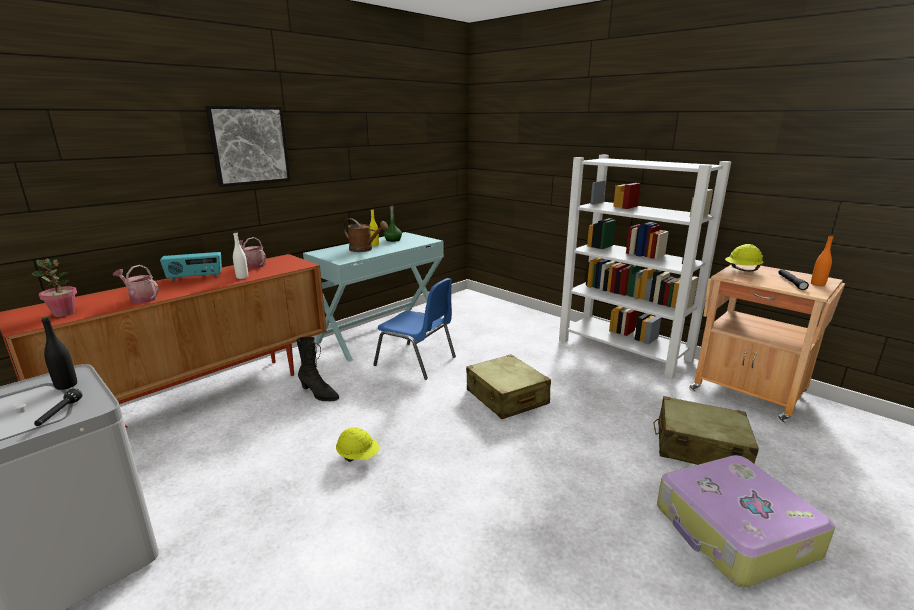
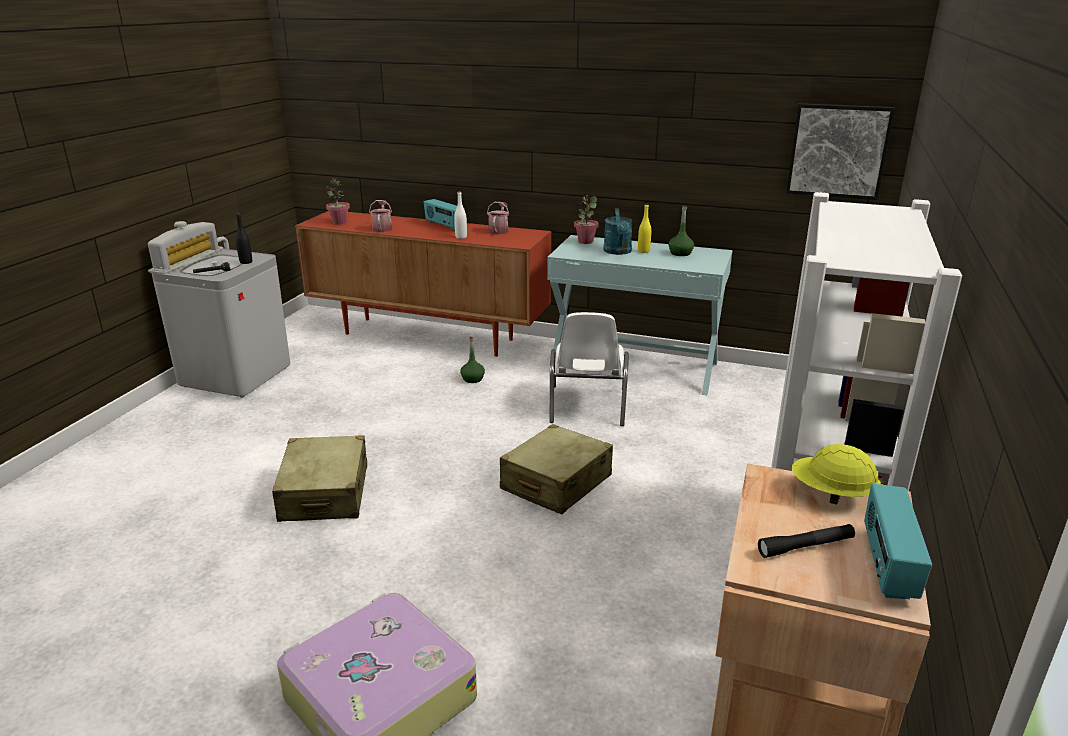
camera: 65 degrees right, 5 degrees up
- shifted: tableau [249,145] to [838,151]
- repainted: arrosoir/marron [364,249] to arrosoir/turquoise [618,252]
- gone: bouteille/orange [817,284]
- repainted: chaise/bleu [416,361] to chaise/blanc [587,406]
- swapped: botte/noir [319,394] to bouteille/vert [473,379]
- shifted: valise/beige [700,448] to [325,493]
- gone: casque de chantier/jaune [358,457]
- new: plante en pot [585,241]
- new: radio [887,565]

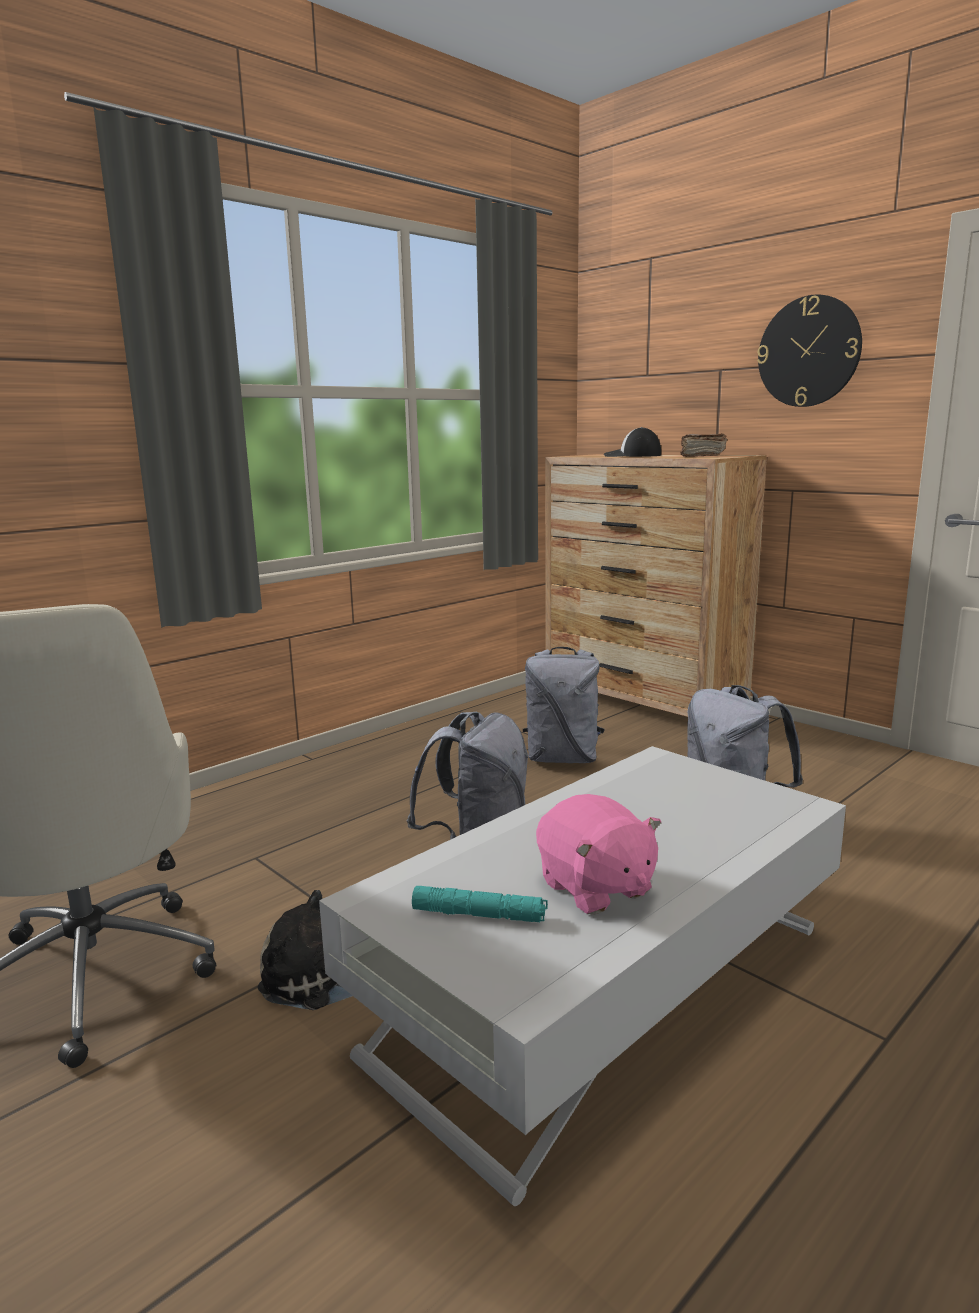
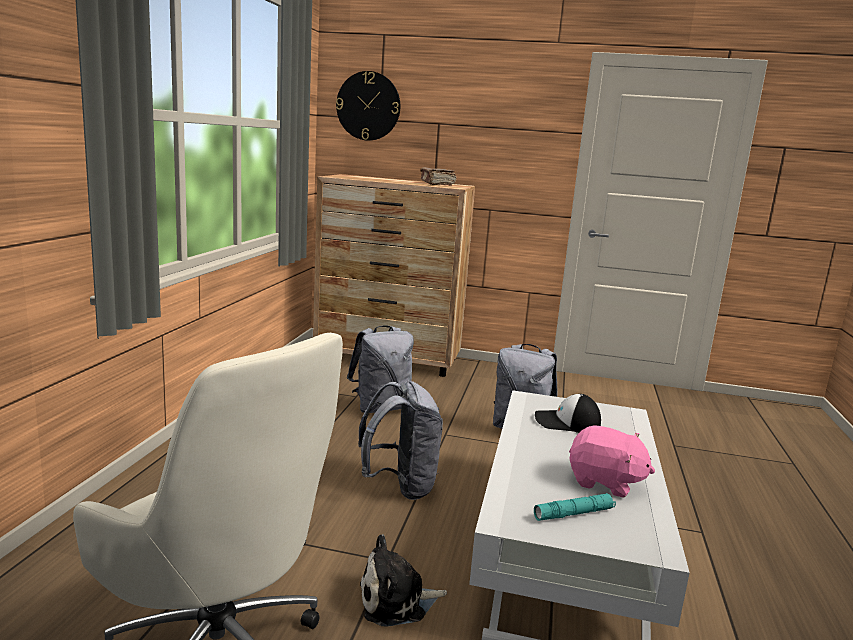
camera: 35 degrees left, 0 degrees up
- shifted: horloge murale [809,351] to [368,106]
- shifted: casquette [632,456] to [566,422]

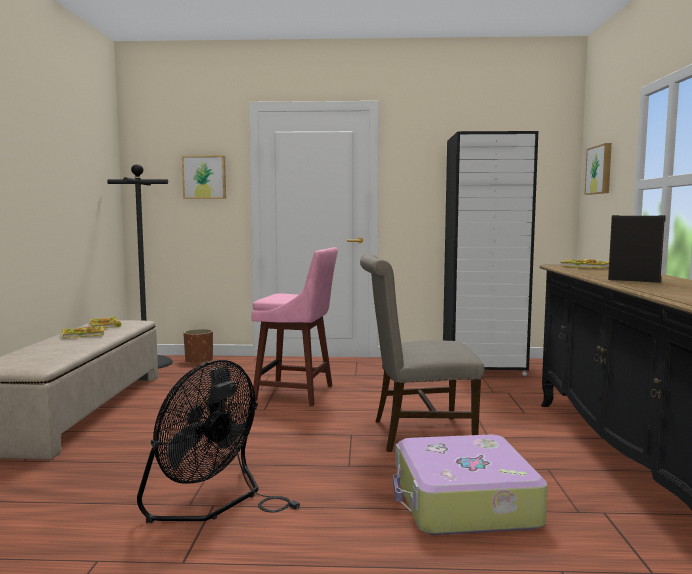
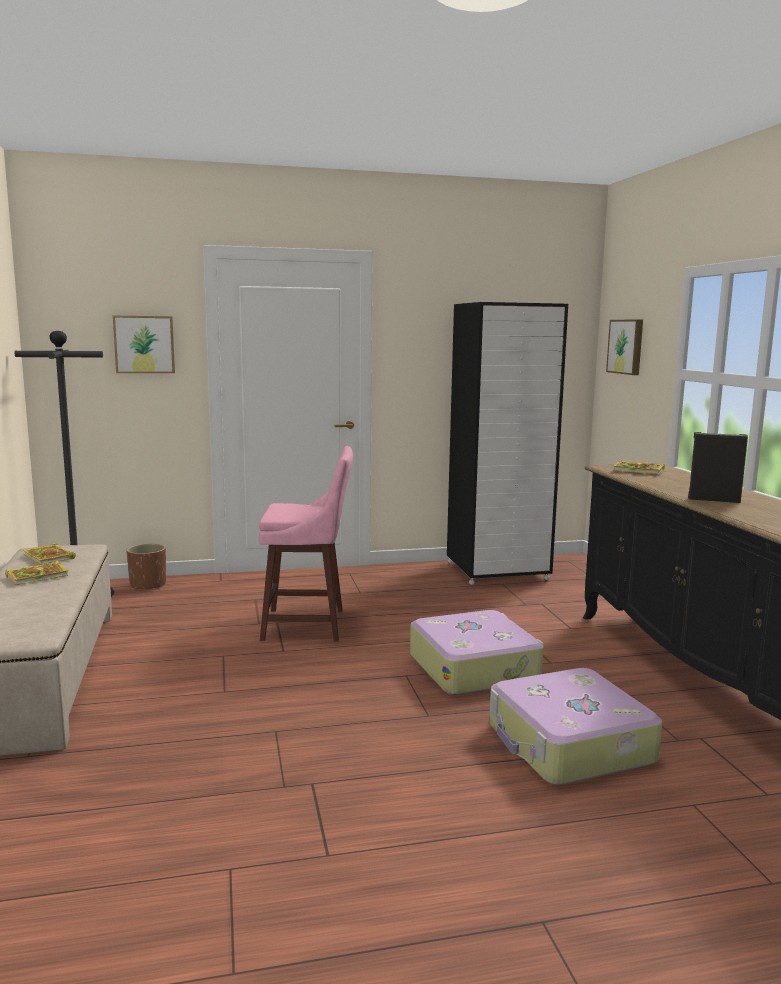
camera: 15 degrees left, 5 degrees up
- swapped: chaise/beige [415,434] to valise [474,667]
- gone: ventilateur/noir [223,499]

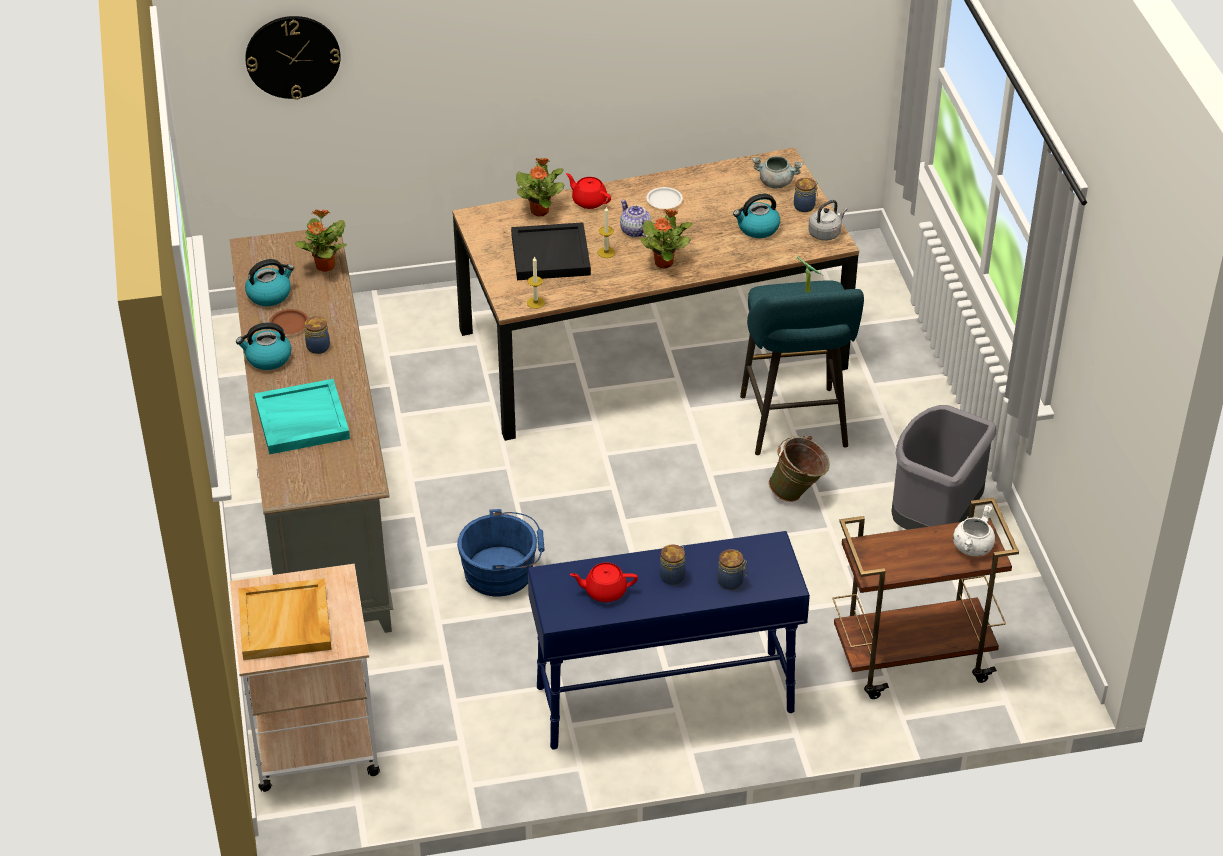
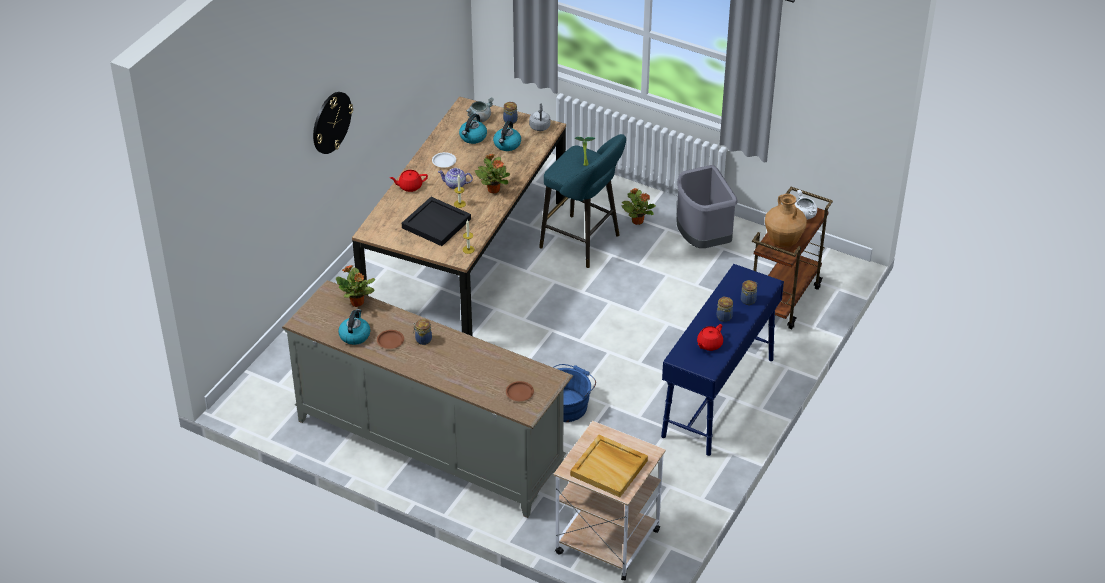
camera: 50 degrees left, 0 degrees up
- shifted: horloge murale [292,56] to [331,122]
- shifted: plante en pot [540,211] to [637,221]
- shifted: bouilloire [267,358] to [473,137]
- gone: plateau/turquoise [301,420]
- gone: seau/vert [798,494]
- new: vase/marron [783,242]
- new: assiette/marron [519,393]

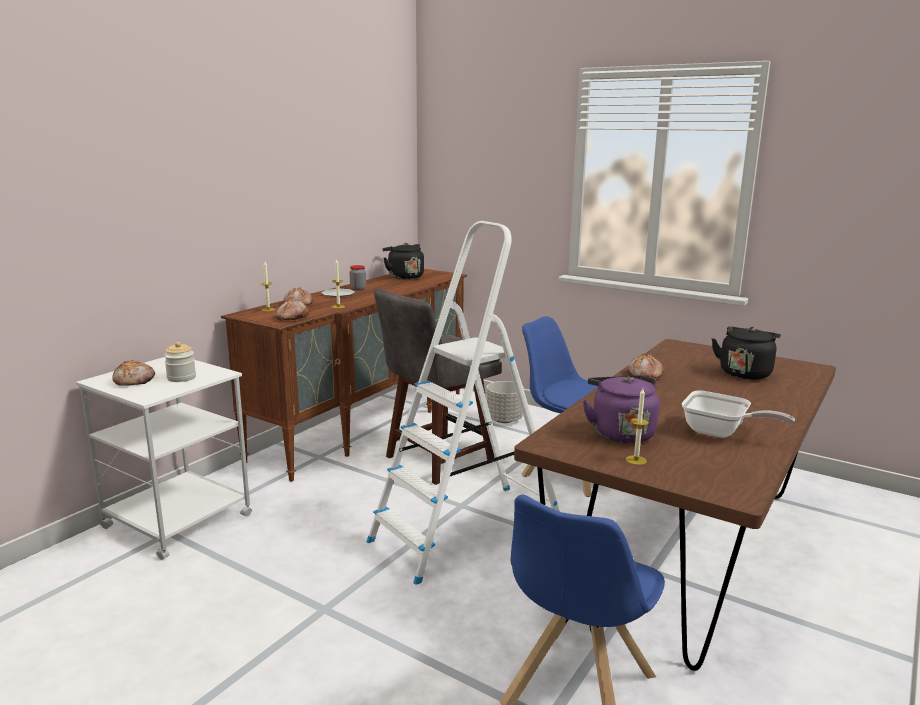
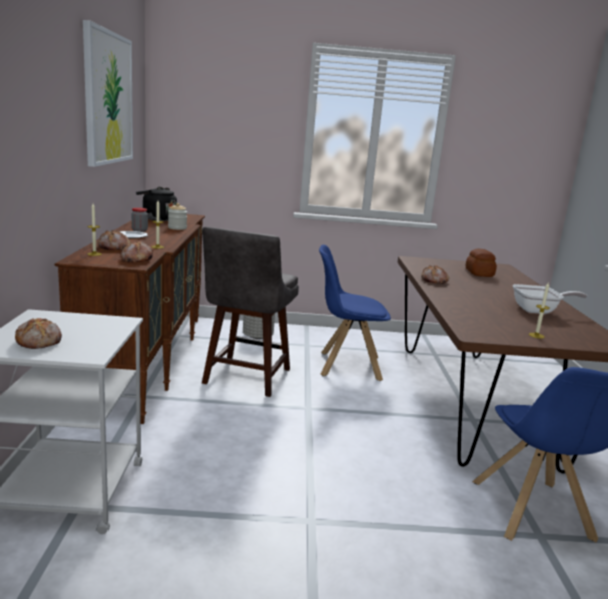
camera: 35 degrees left, 0 degrees up
- gone: escabeau/blanc [466,531]
- swapped: bouilloire/noir [745,373] to pain [479,273]
- shifted: bocal [181,378] to [177,228]
- gone: bouilloire/violet [620,433]
- new: tableau [108,98]

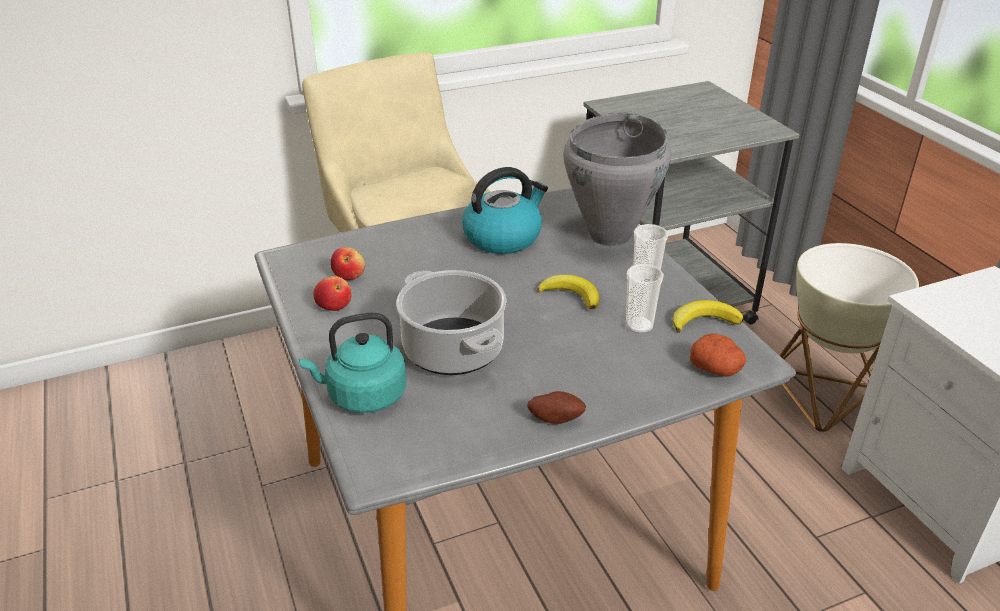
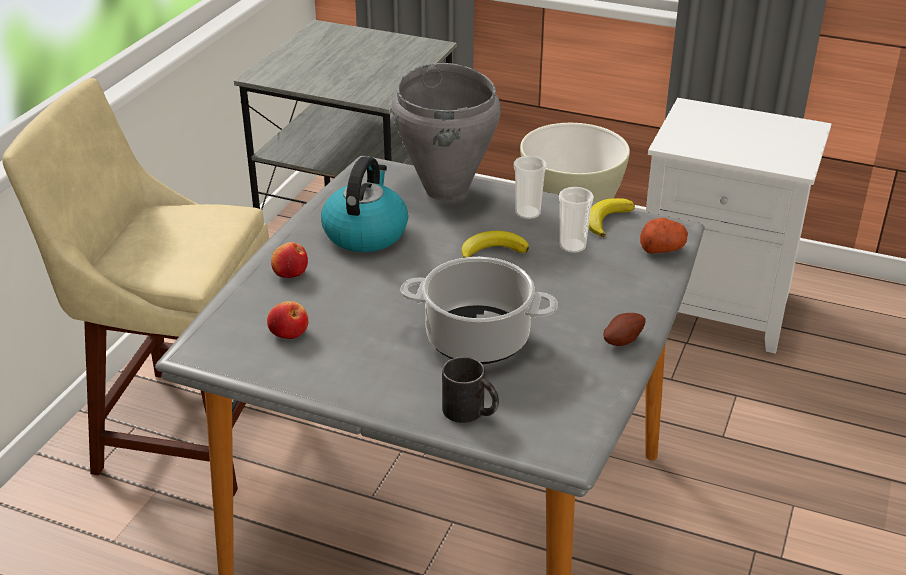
camera: 45 degrees left, 0 degrees up
- shifted: pomme [334,305] to [290,273]
- swapped: bouilloire/turquoise [363,396] to mug/noir [471,412]

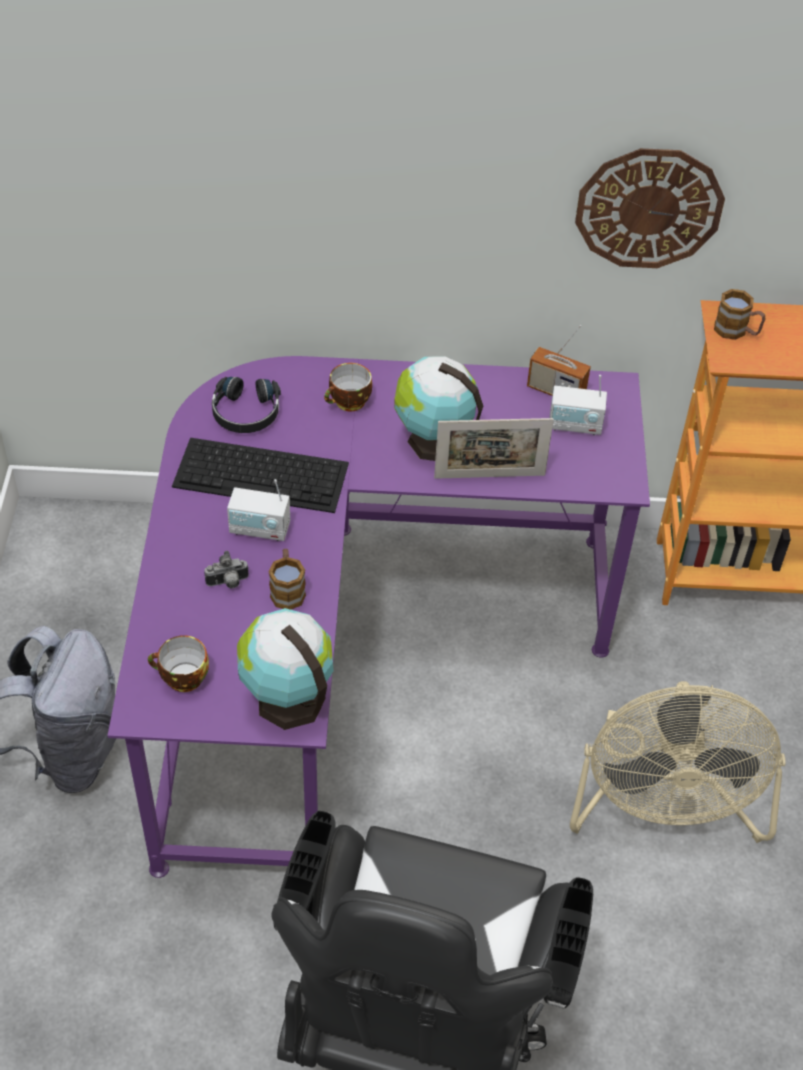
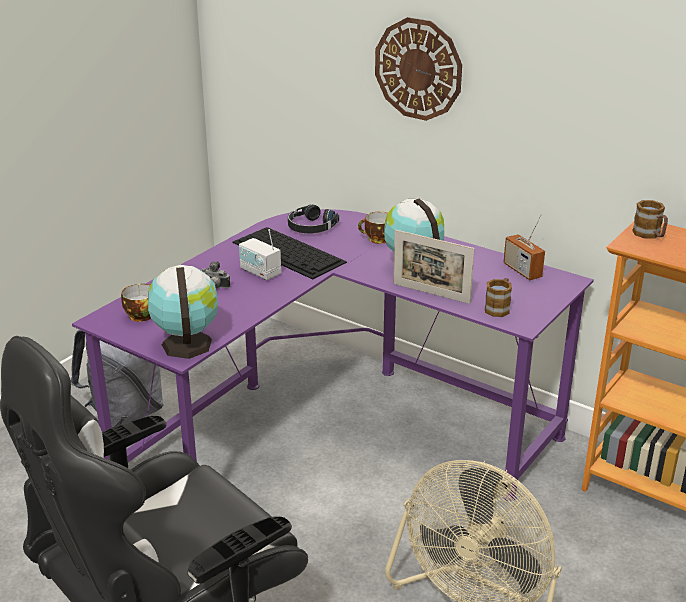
camera: 35 degrees right, 20 degrees down
- shifted: horloge murale [649,208] to [418,69]
- gone: radio [575,425]
- shifted: mug [287,589] to [499,308]

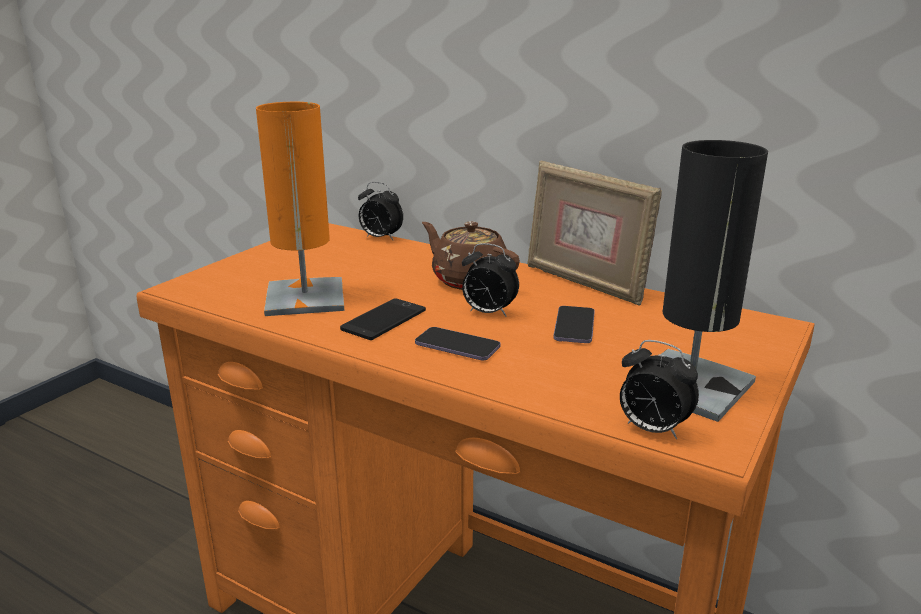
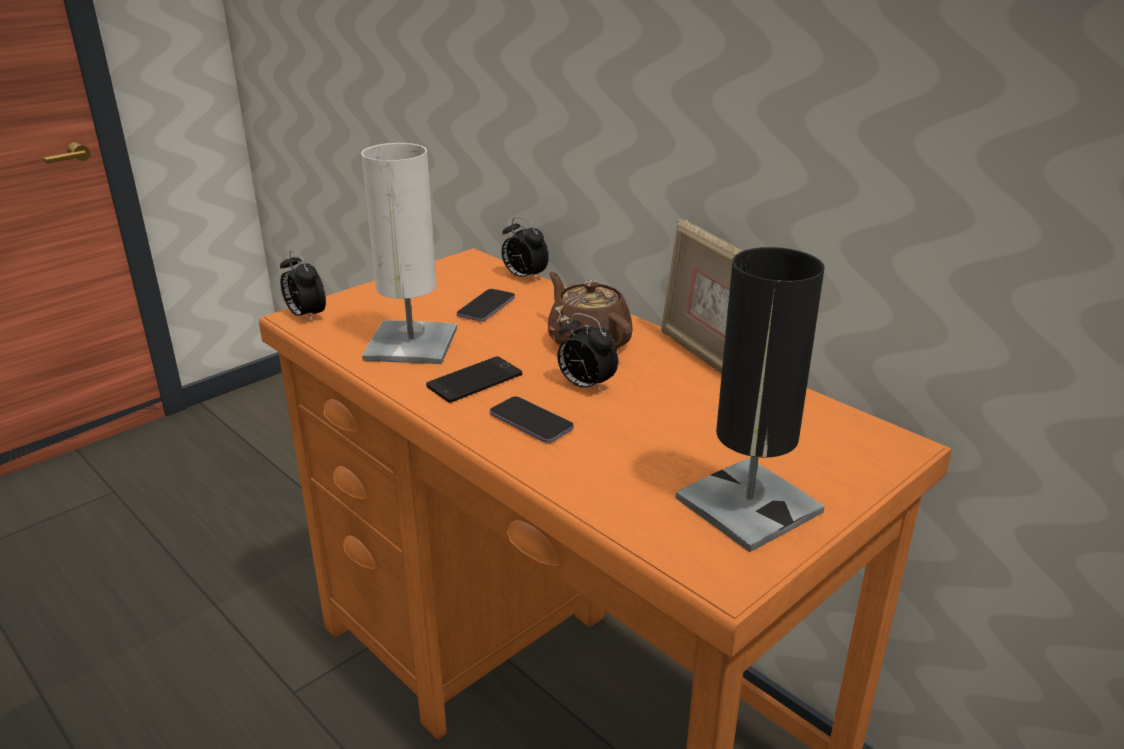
camera: 15 degrees right, 5 degrees up
- repainted: lampe de table/orange [305,298] to lampe de table/blanc [411,344]
- shifted: téléphone [574,327] to [486,307]
- shifted: réveil [651,429] to [305,316]

